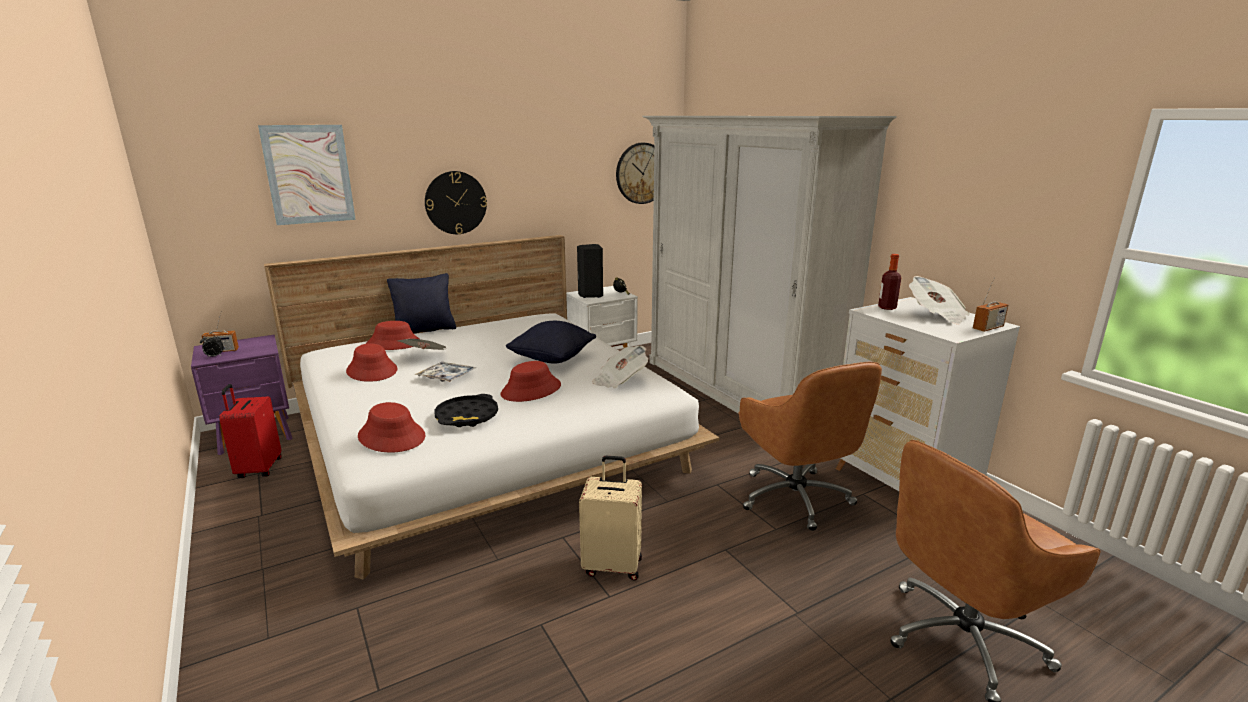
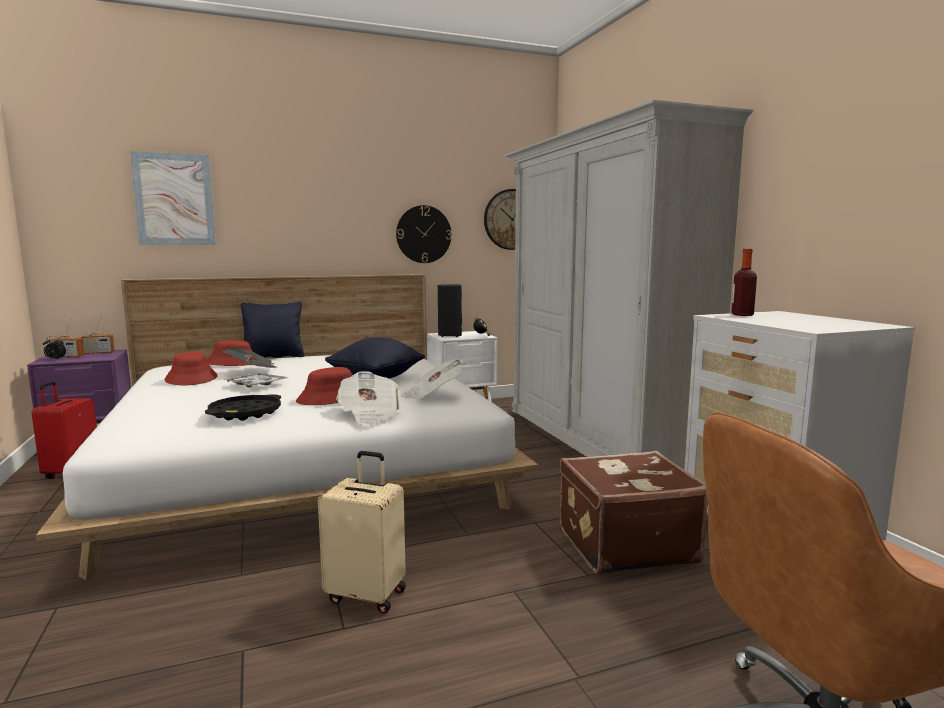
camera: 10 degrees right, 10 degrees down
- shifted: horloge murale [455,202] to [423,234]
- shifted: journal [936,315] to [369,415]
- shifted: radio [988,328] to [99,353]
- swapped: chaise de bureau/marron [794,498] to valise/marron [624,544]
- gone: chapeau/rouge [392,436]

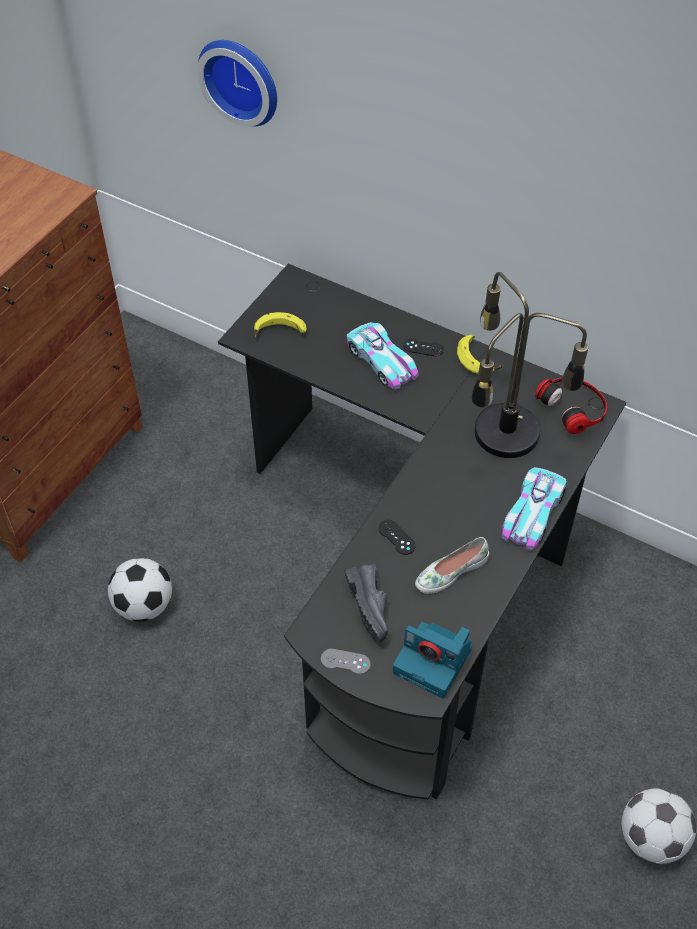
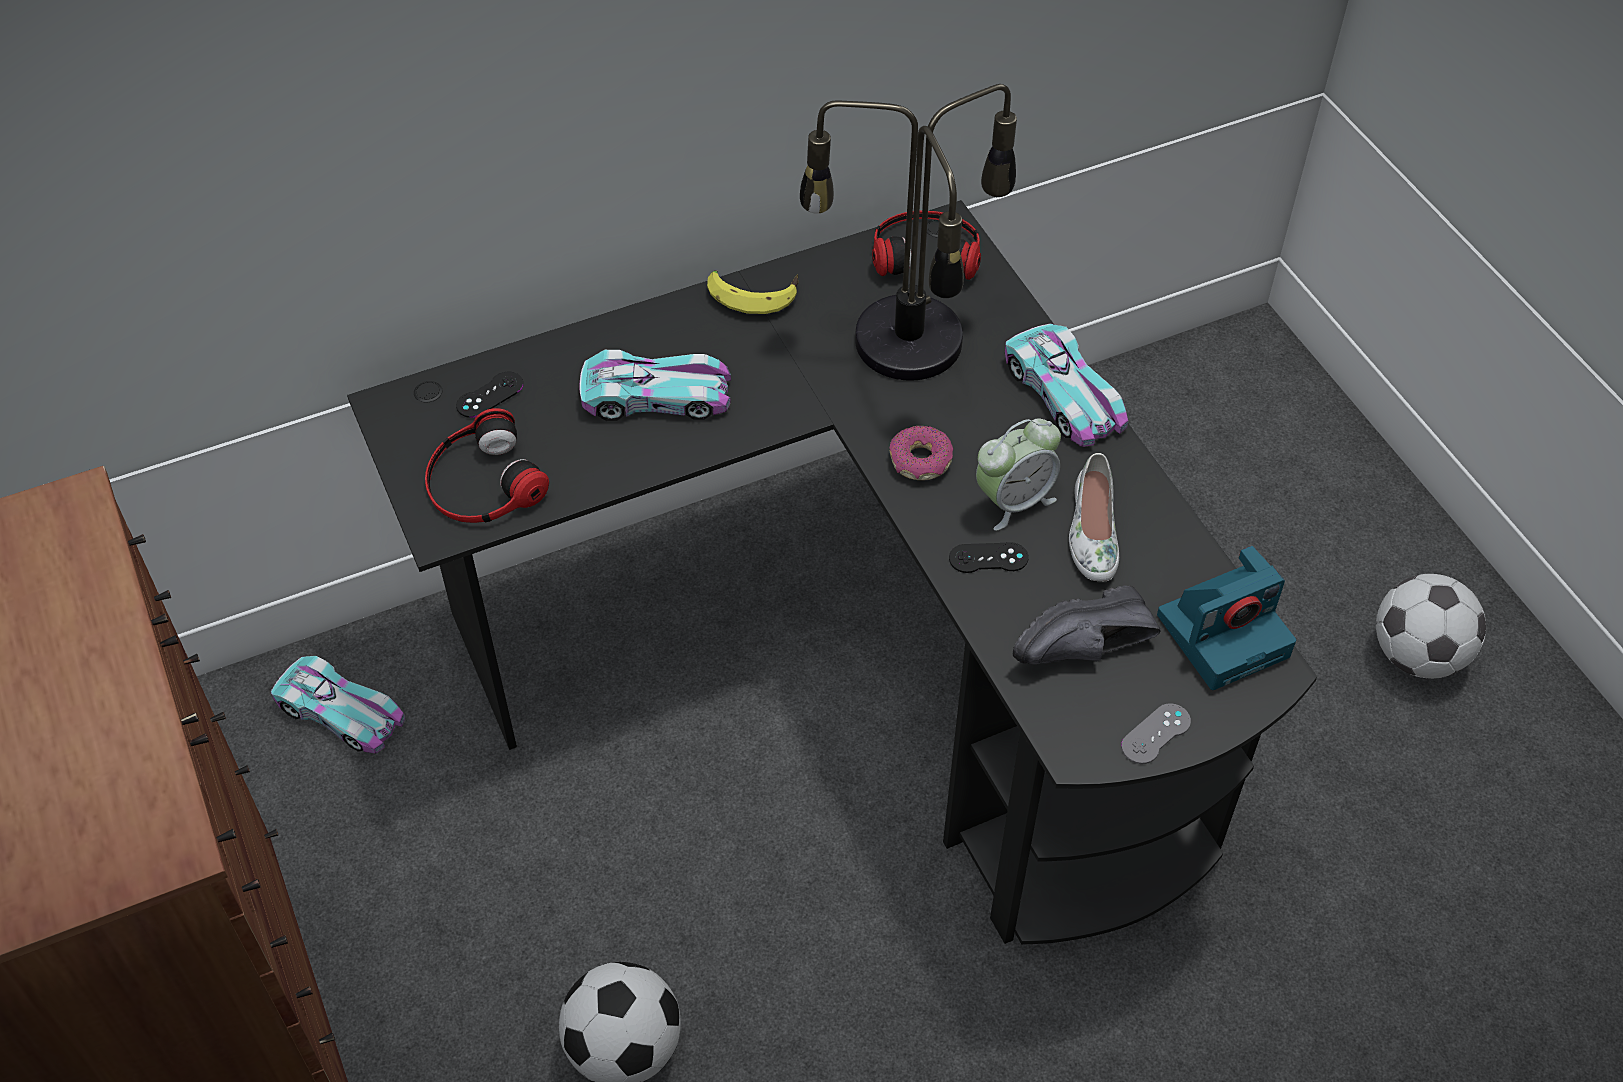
camera: 55 degrees left, 0 degrees up
- gone: horloge murale [242,79]
- swapped: banane [280,333] to casque audio [482,482]
- shifted: manette/noir [423,347] to [490,395]
- rotated: chaussure/noir [373,607] = [1087,651] 135 degrees clockwise
- new: réveil [1014,501]
- new: beignet [920,461]
- new: petite voiture [340,712]

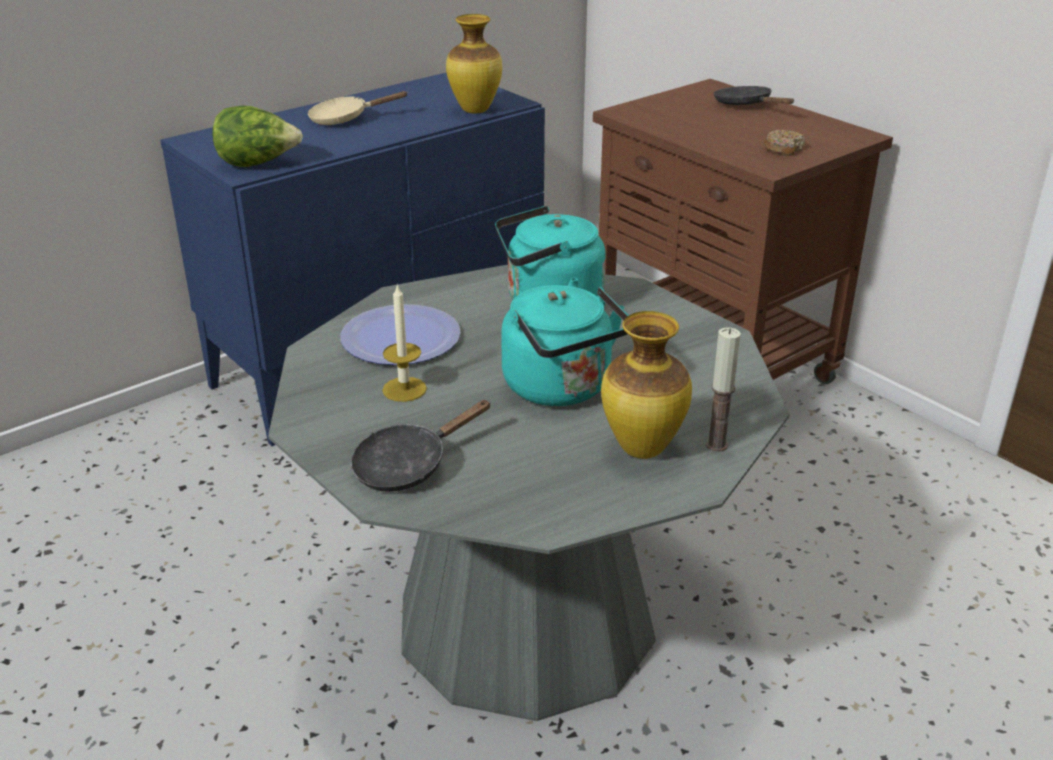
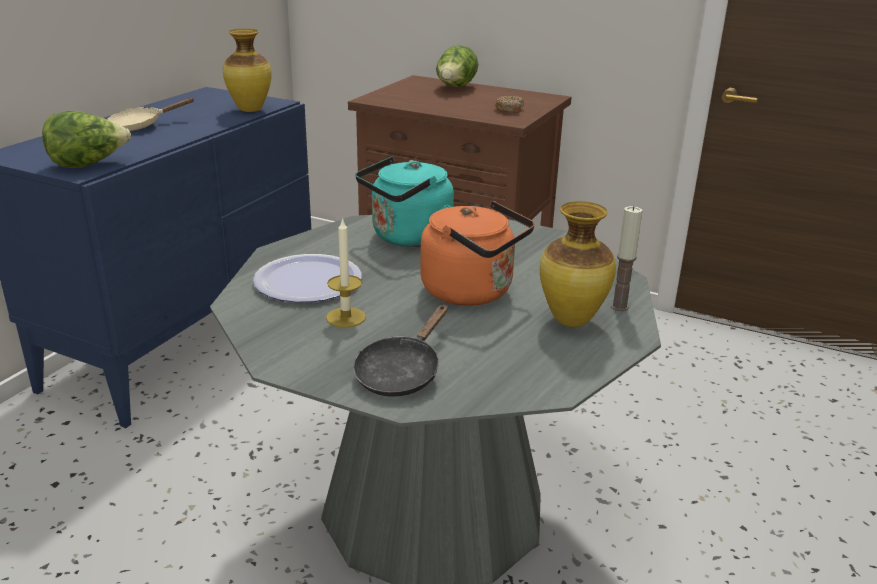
camera: 25 degrees left, 5 degrees down
- swapped: poêle/noir [746,105] to laitue [455,88]
- repainted: bouilloire/turquoise [562,389] to bouilloire/orange [472,292]

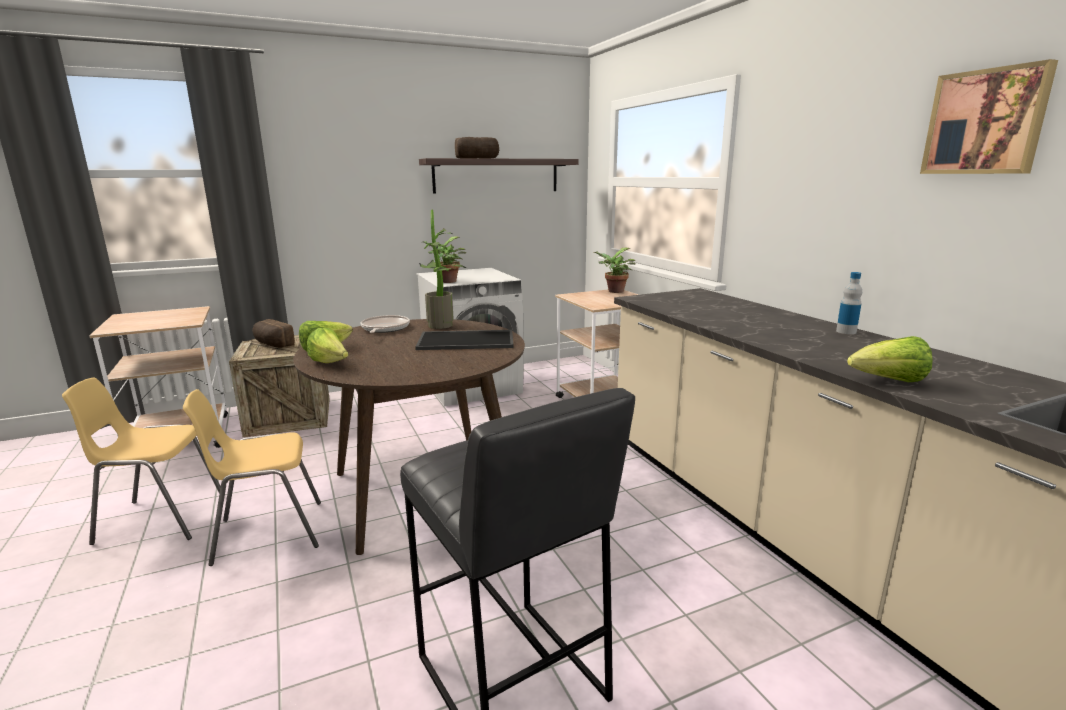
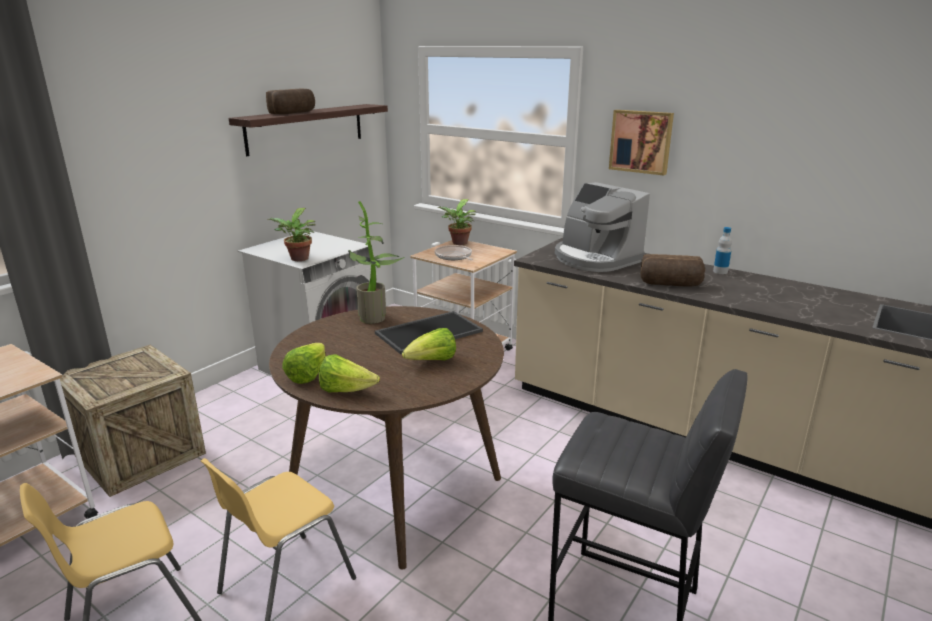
camera: 30 degrees left, 5 degrees up
- shifted: tableau [986,122] to [641,141]
- shifted: poêle [384,329] to [454,256]
- shifted: pain [272,344] to [670,284]
- shifted: laitue [888,381] to [432,362]
- new: machine à café [595,259]

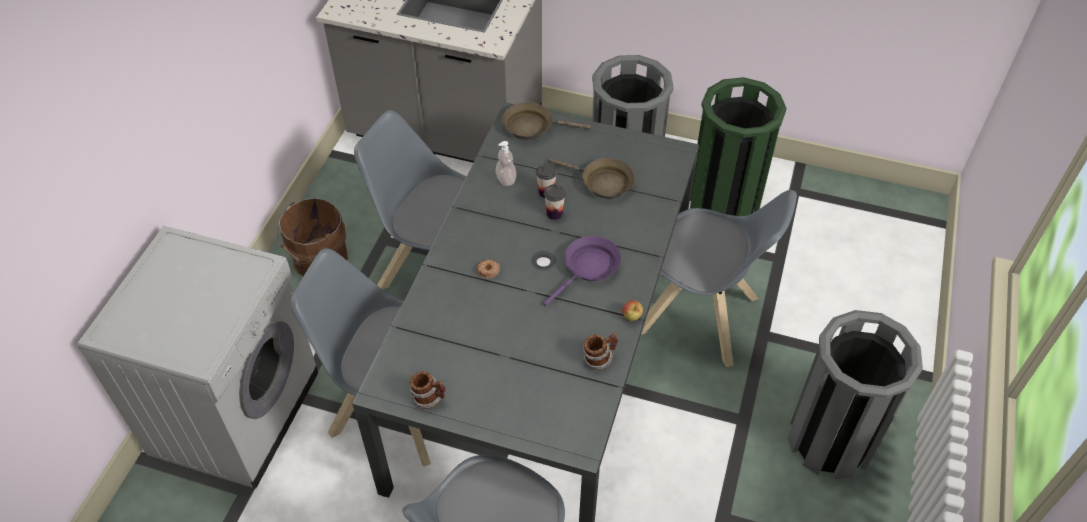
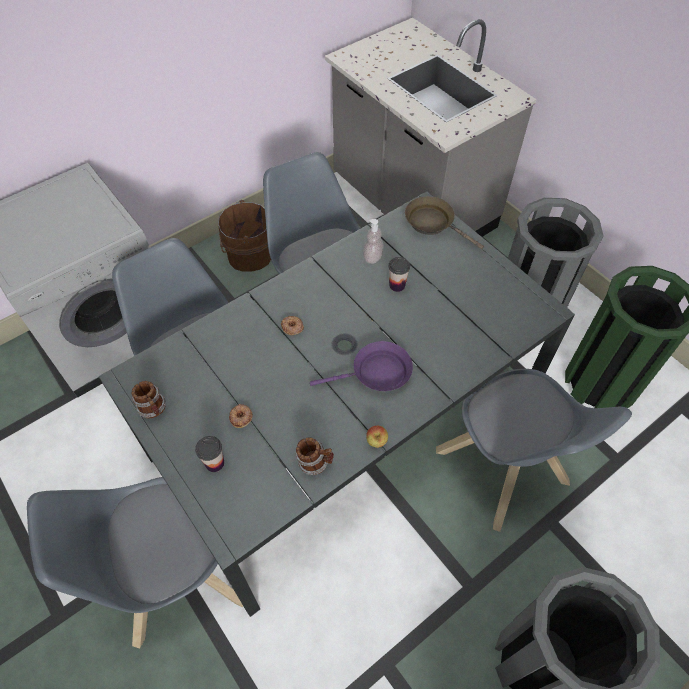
camera: 35 degrees right, 5 degrees up
- gone: poêle/marron [602,183]
- shifted: tasse [554,213] to [214,463]
- new: beignet [241,417]

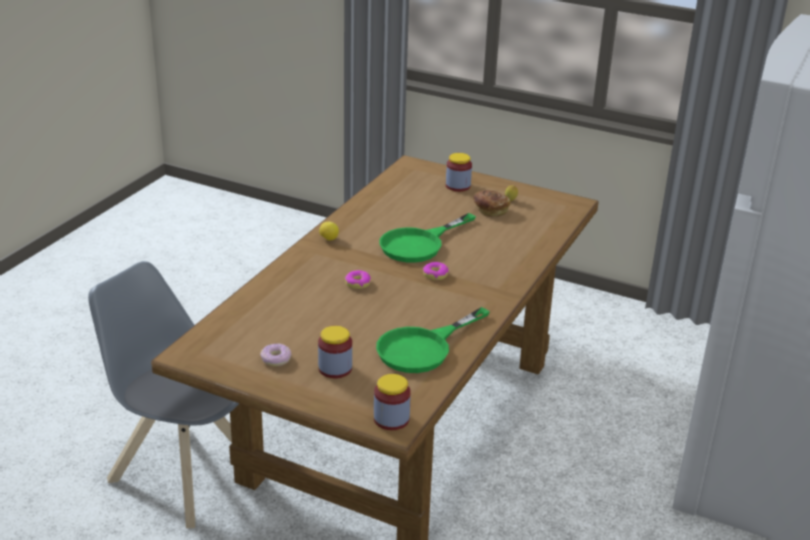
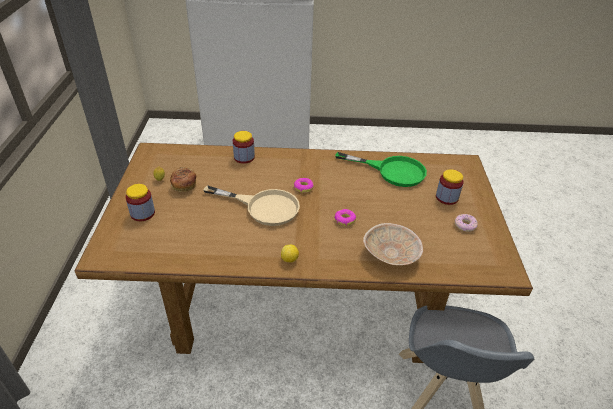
camera: 115 degrees left, 10 degrees up
- repainted: poêle/vert [419,244] to poêle/beige [263,207]
- shifted: bocal [391,419] to [244,157]
- new: bol/beige [391,255]

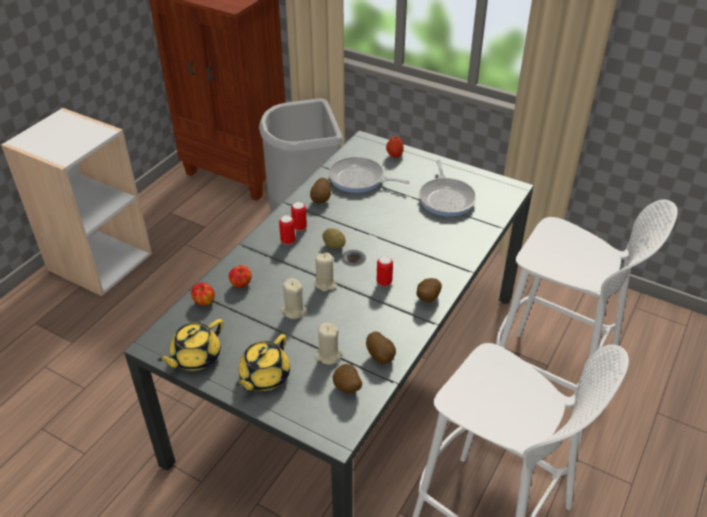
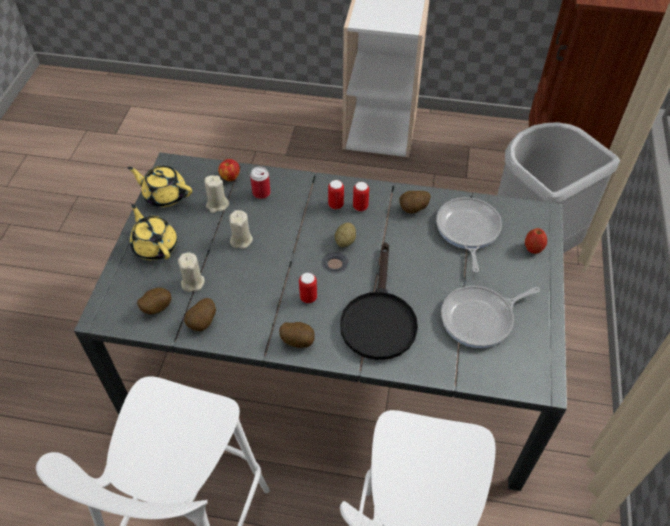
camera: 70 degrees right, 10 degrees up
- shifted: bougie/beige [325,283] to [217,205]
- swapped: pomme [241,284] to boîte métallique [261,193]
- rotated: théière/jaune [264,376] = [155,246] 45 degrees clockwise
- new: poêle/noir [378,318]

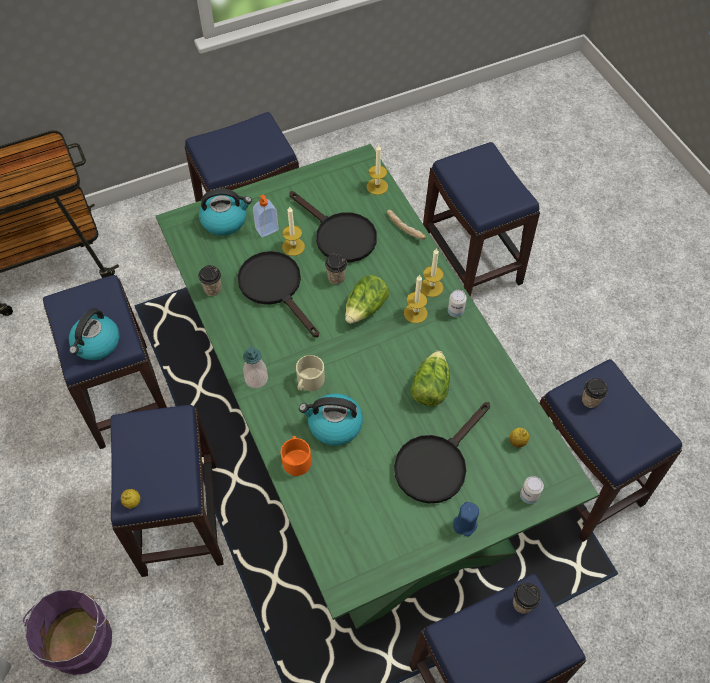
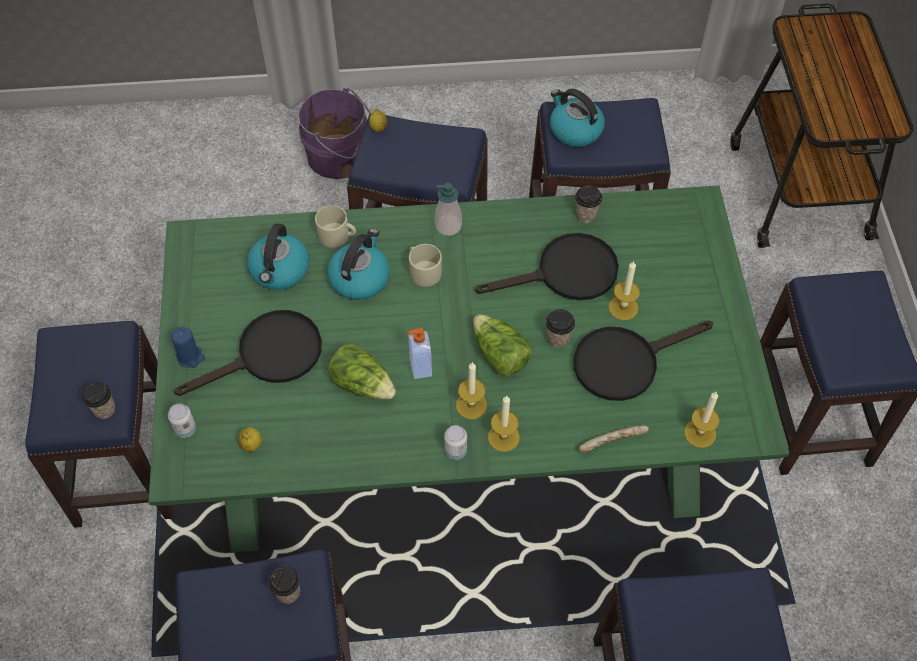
camera: 110 degrees right, 0 degrees up
- shifted: bouilloire [225,220] to [280,271]
- shifted: distributeur de savon [267,230] to [419,367]
- rotated: poêle/noir [436,463] = [269,356] 90 degrees clockwise
- repainted: mug/orange [296,459] to mug/beige [337,236]

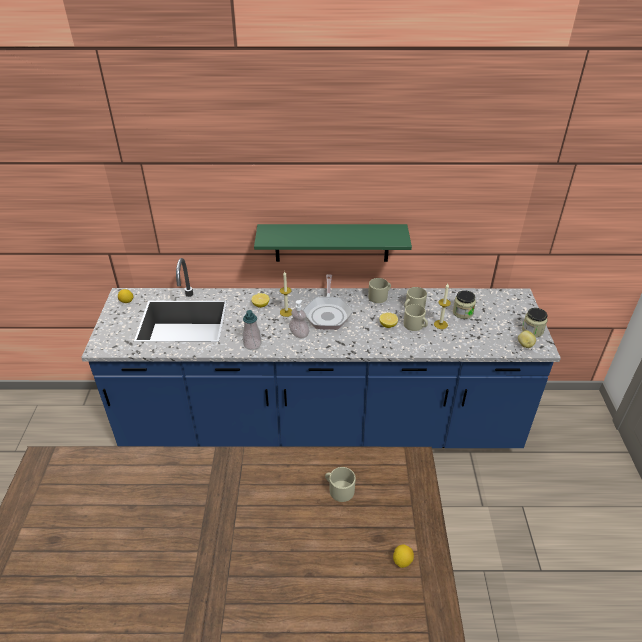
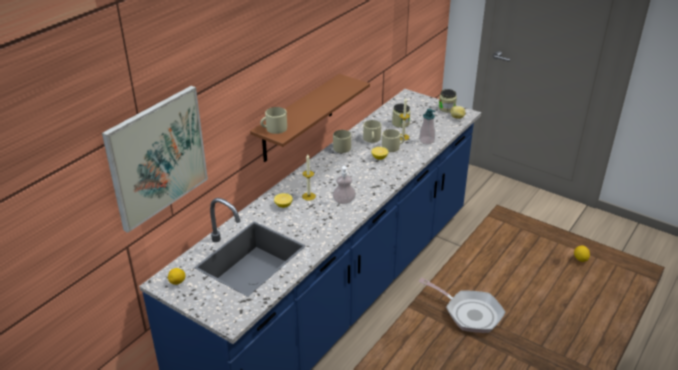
camera: 55 degrees left, 5 degrees down
- repainted: étagère/vert [332,242] to étagère/marron [298,118]
- shifted: poêle [327,313] to [469,313]
- shifted: distributeur de savon [252,344] to [426,141]
- shifted: mug/beige [339,489] to [274,129]
- new: tableau [157,157]

